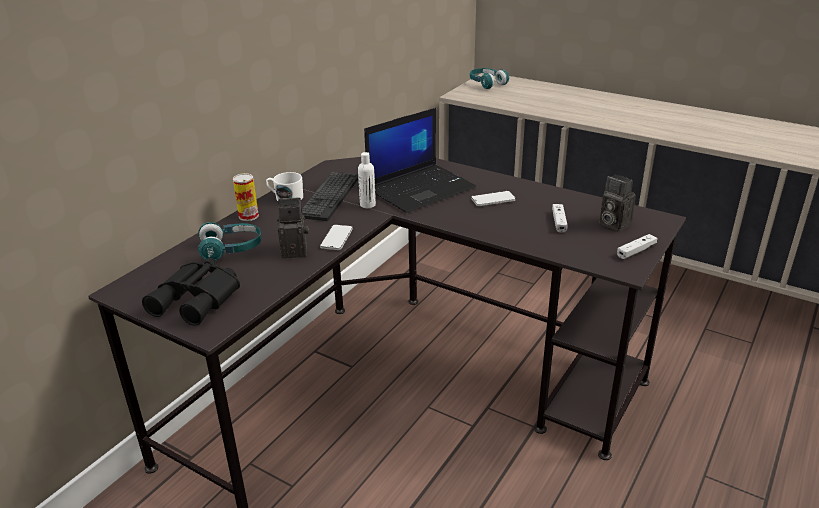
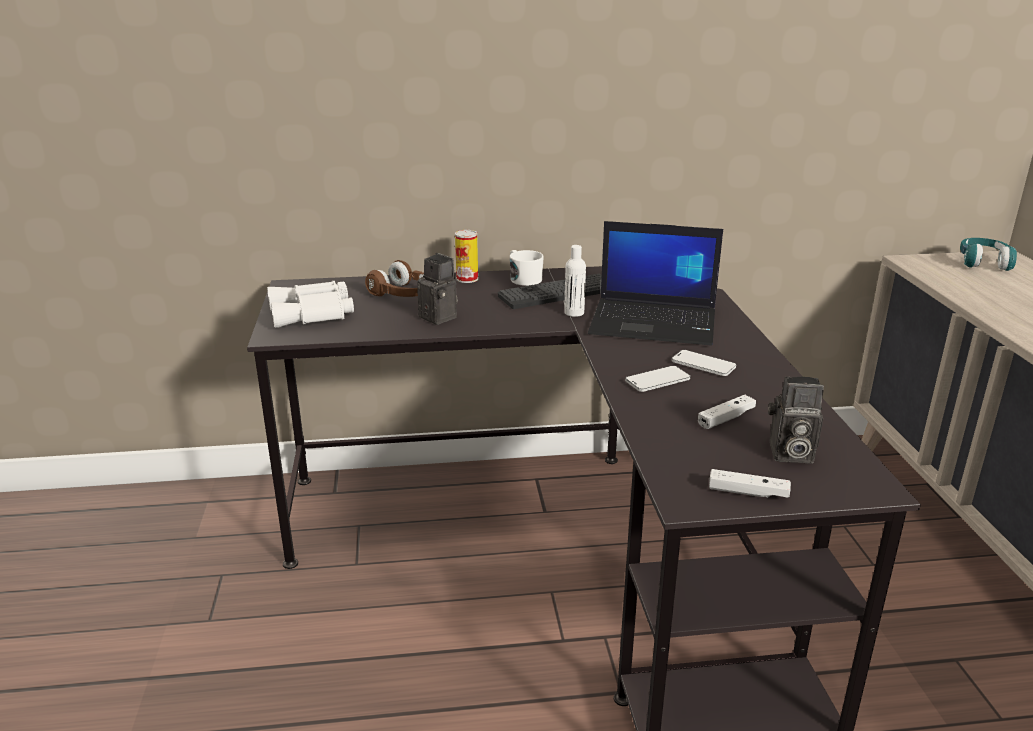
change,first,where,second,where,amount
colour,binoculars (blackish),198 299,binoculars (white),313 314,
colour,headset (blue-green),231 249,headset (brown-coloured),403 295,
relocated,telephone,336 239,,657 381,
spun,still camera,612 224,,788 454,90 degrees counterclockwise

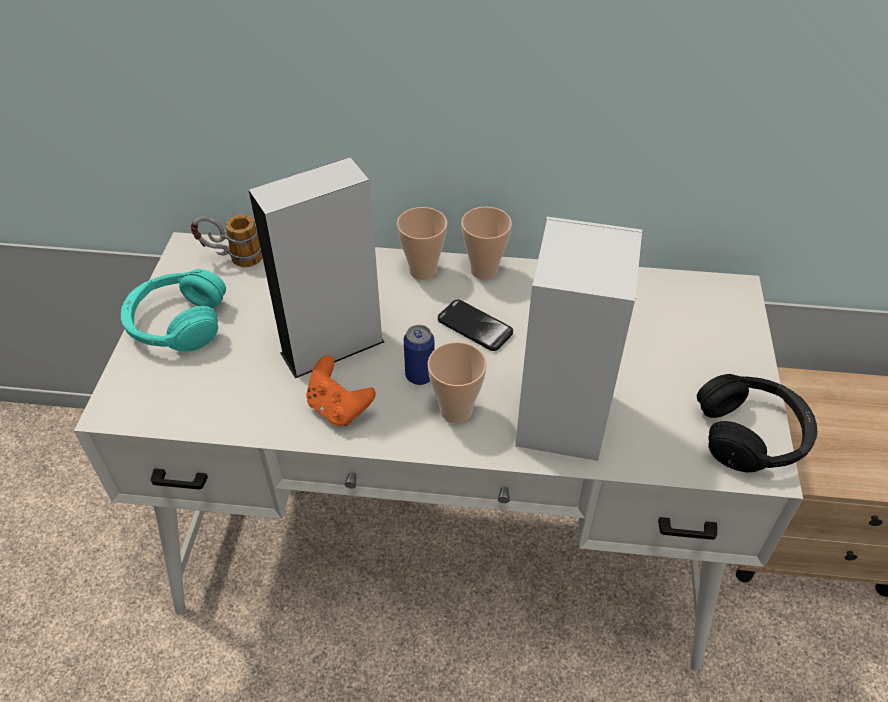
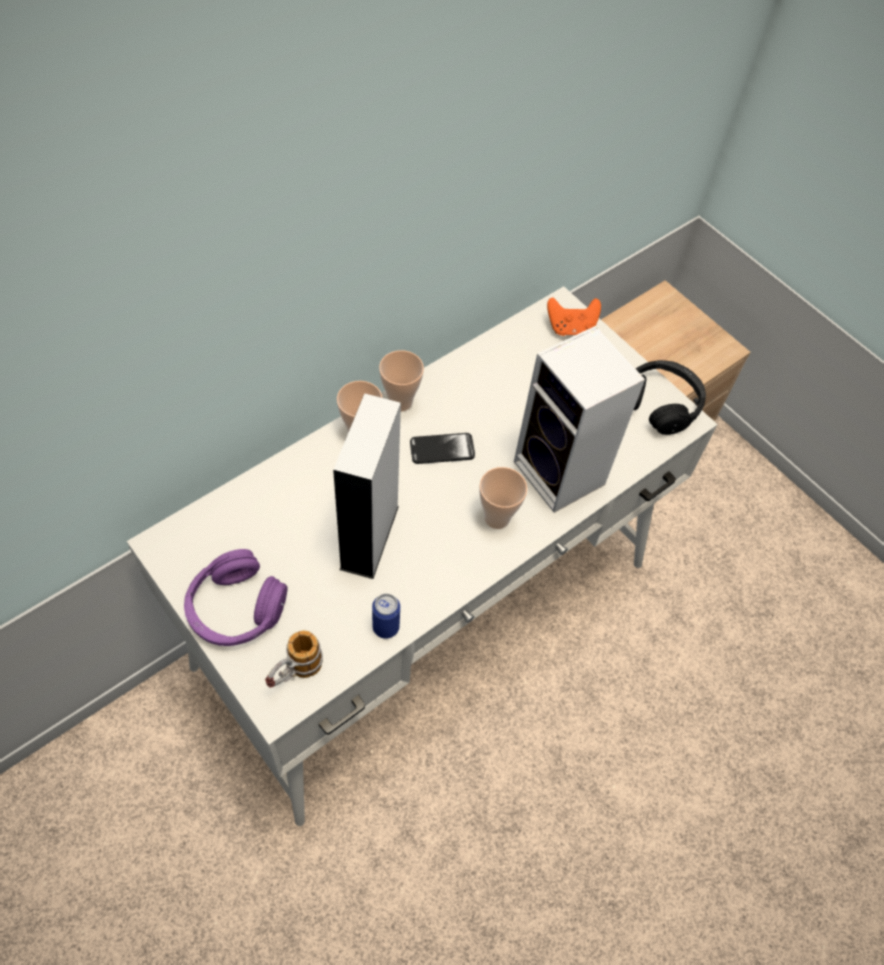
change,first,where,second,where,amount
colour,headset (blue-green),177 323,headset (purple),235 608,
relocated,mug,232 258,,294 674,
relocated,can,420 375,,386 627,
relocated,gamepad (orange),338 408,,570 328,

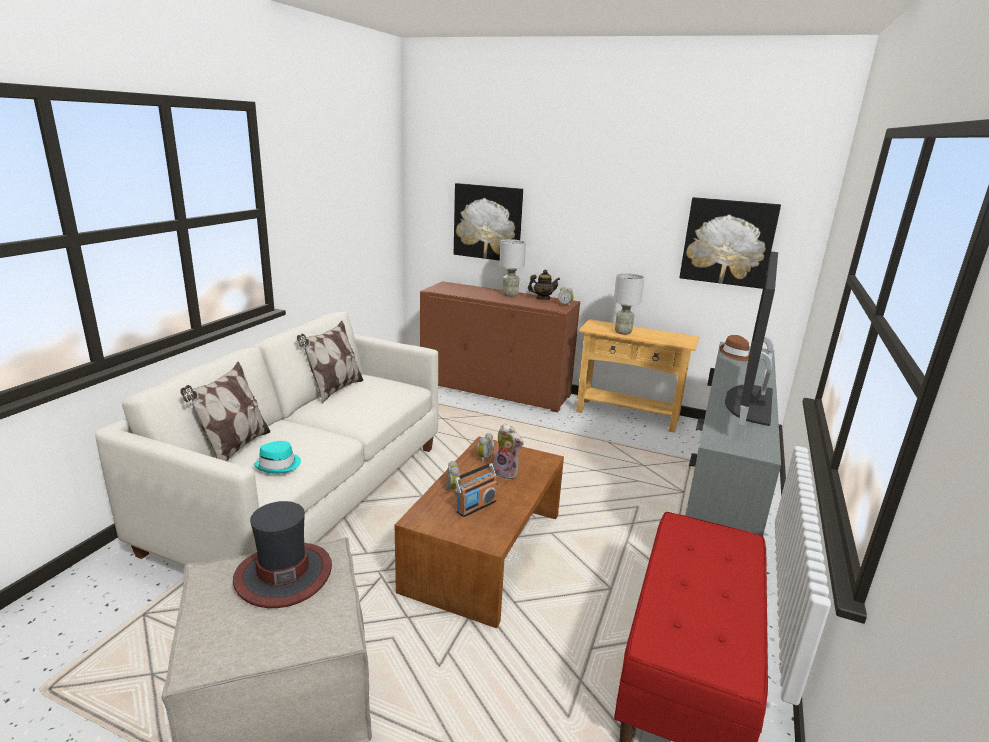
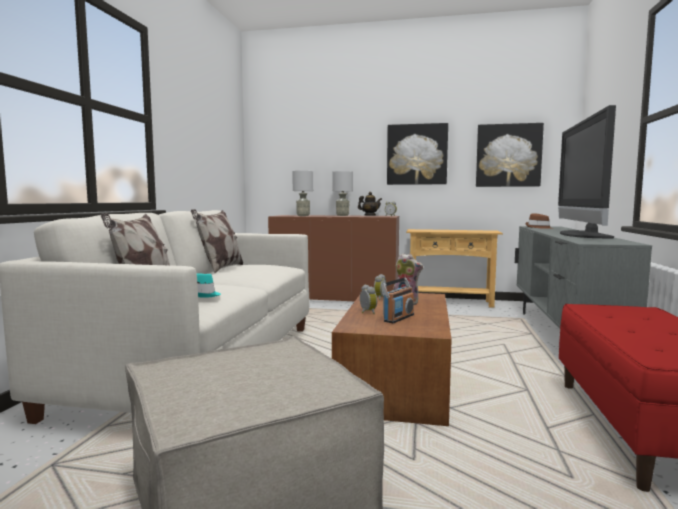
change,first,where,second,where,amount
relocated,table lamp (greyish),623 332,,303 216,
relocated,wall art,488 222,,417 154,
missing,wearable hat,283 574,,,

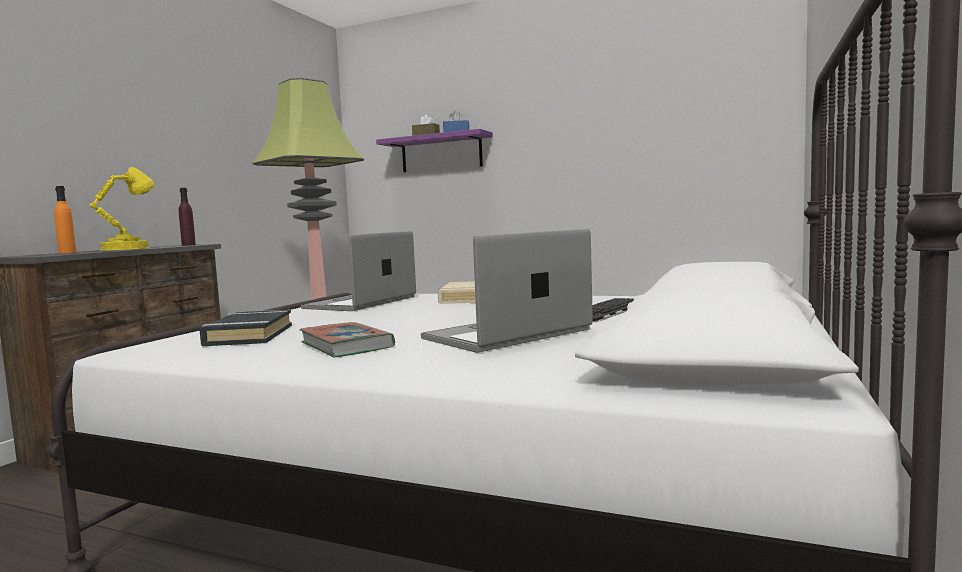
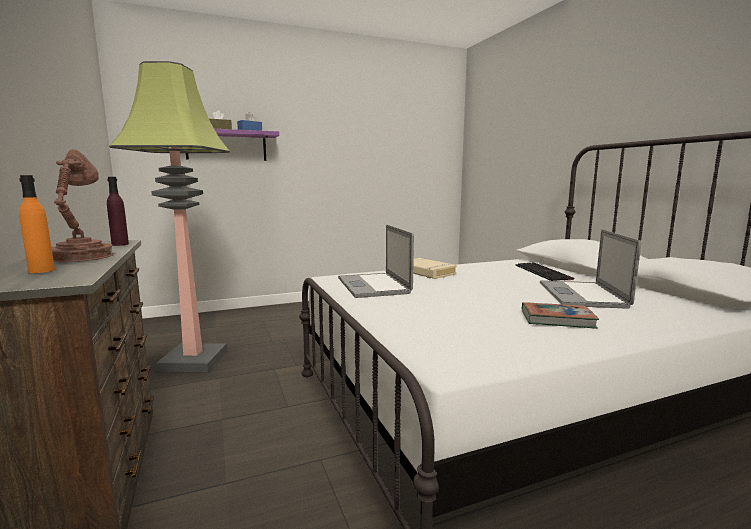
change,first,where,second,where,amount
colour,table lamp (yellow-coloured),129 249,table lamp (brown-coloured),82 256,
missing,book (blackish),249 335,,,

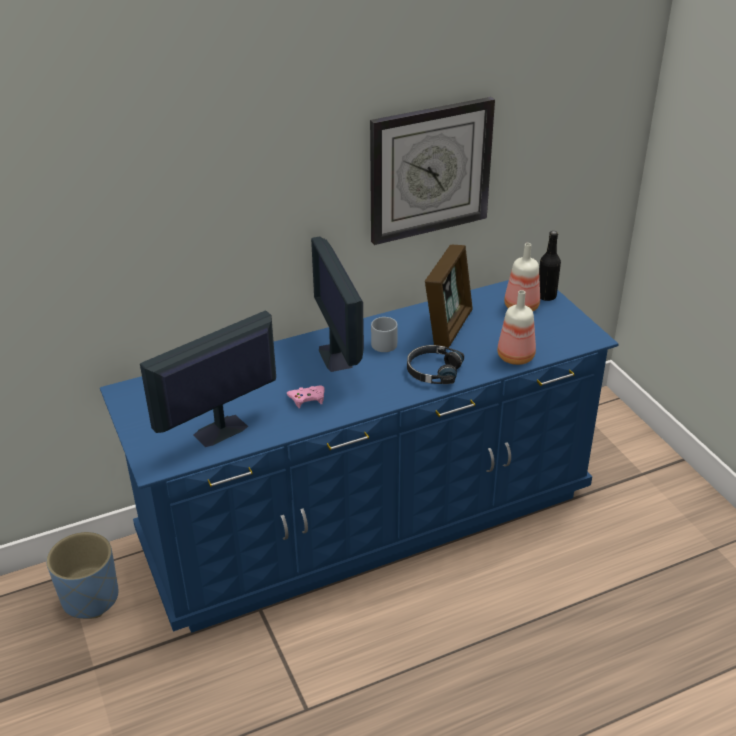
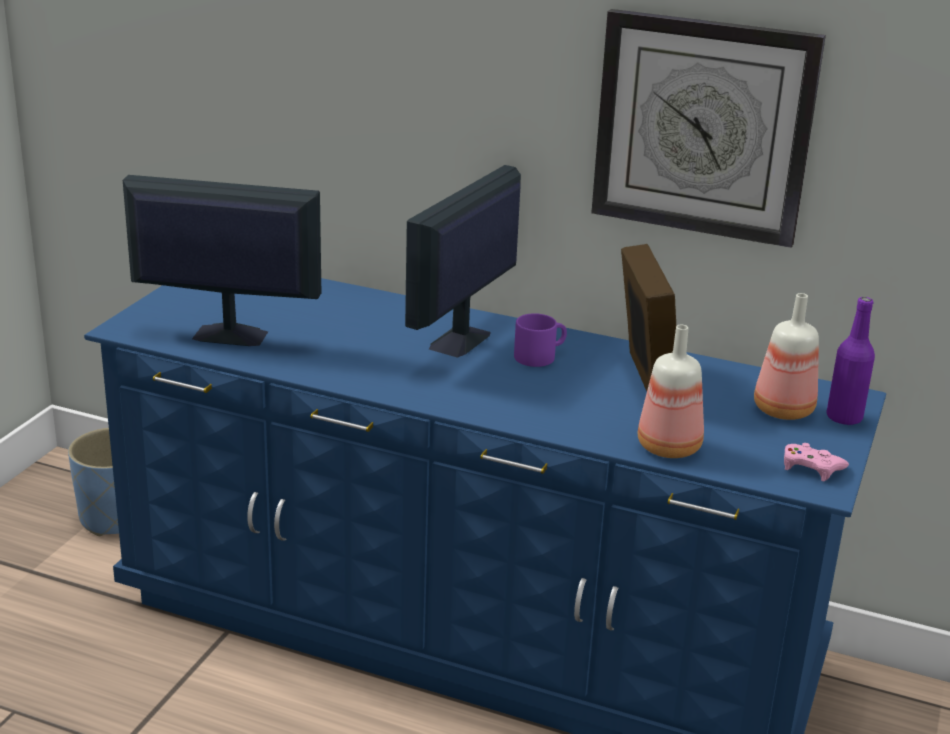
change,first,where,second,where,amount
colour,mug (greyish),384 342,mug (purple),540 356,
spun,picture frame,448 326,,644 380,75 degrees counterclockwise
relocated,gamepad (pink),307 399,,811 467,
colour,beverage bottle (blackish),546 296,beverage bottle (purple),844 418,
missing,headset (blackish),433 371,,,

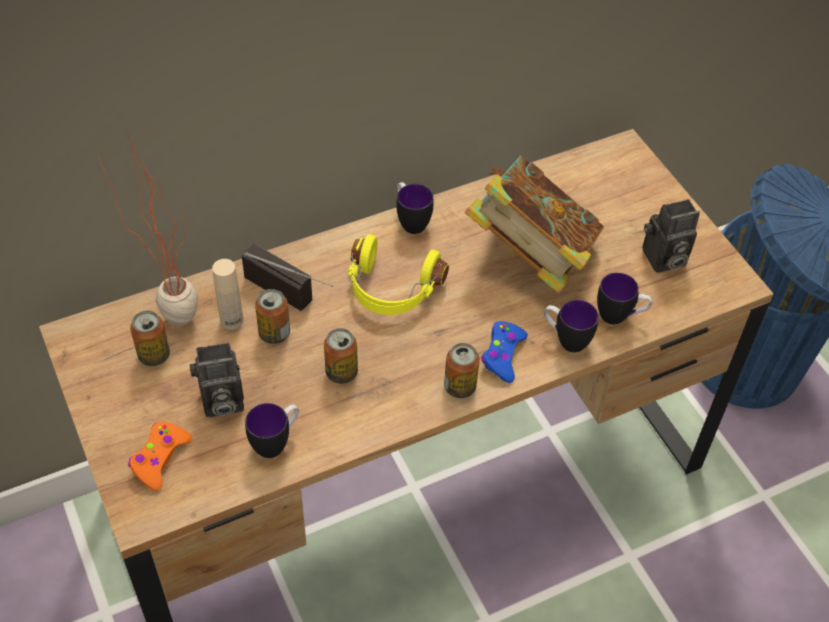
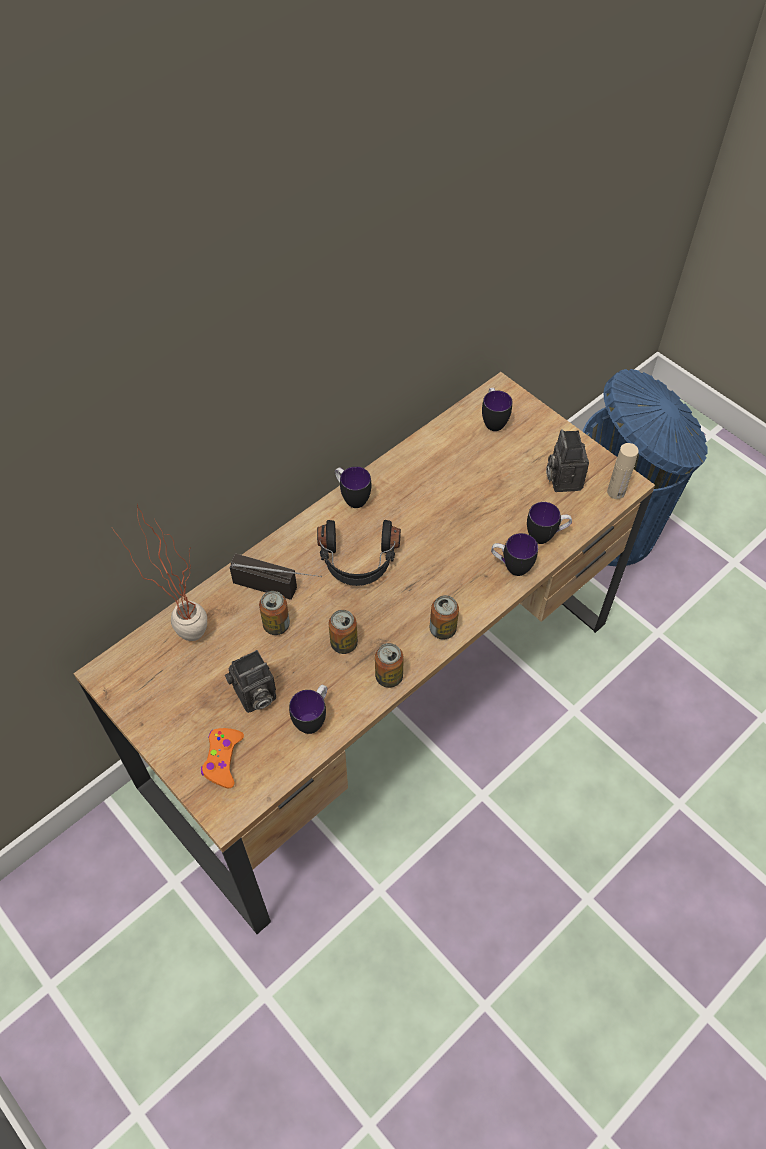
change,first,where,second,where,amount
colour,headset (yellow-coloured),391 289,headset (blackish),358 561,
relocated,can,154 355,,389 676,
appeared,,,mug,493 420,
spun,still camera,663 260,,562 478,120 degrees clockwise
relocated,beverage bottle (sand-coloured),231 320,,616 492,
missing,book,531 255,,,
missing,gamepad (blue),503 355,,,

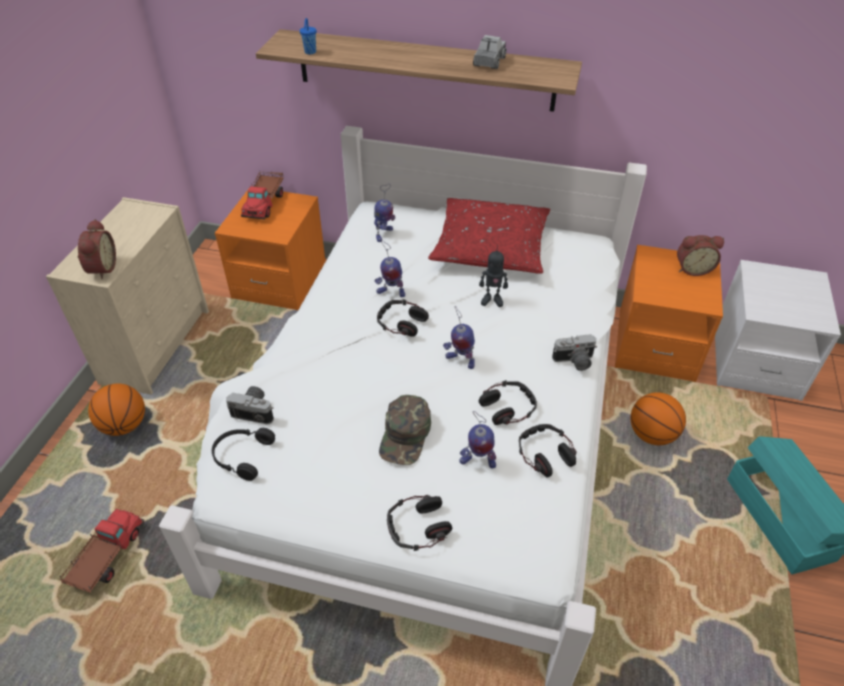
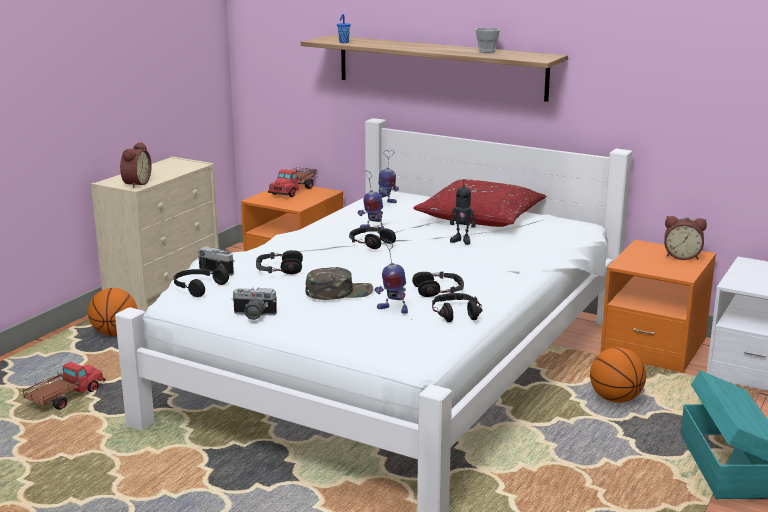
change,first,where,second,where,amount
relocated,still camera,574 362,,253 315,
relocated,headset,418 527,,279 269,
spun,cap (green),406 435,,339 292,135 degrees counterclockwise
exchanged,toy truck,489 62,drinking cup,487 51,
missing,toy robot,460 360,,,

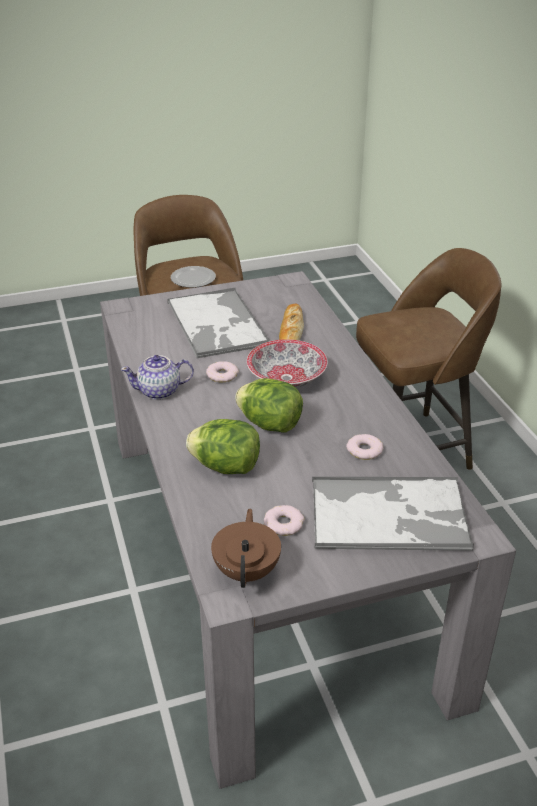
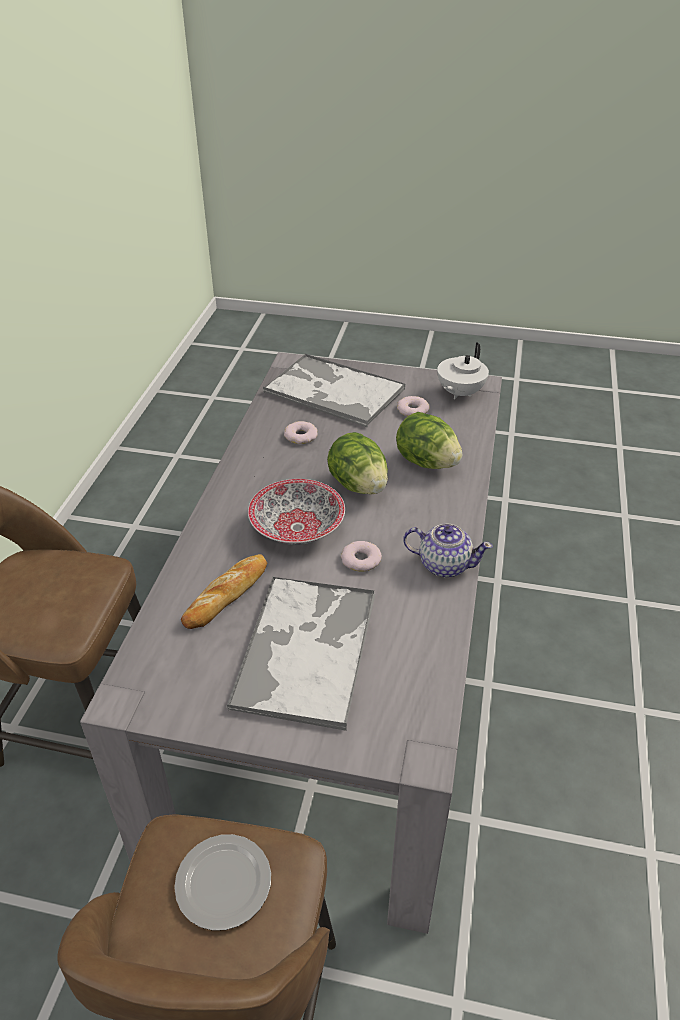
change,first,where,second,where,amount
colour,tea pot (brown-coloured),247 570,tea pot (white),459 393,

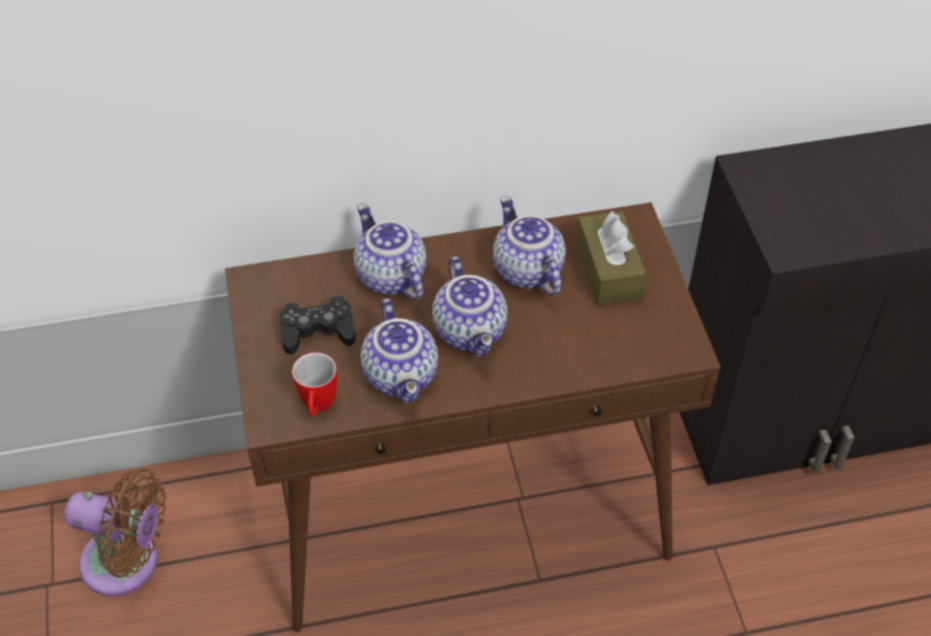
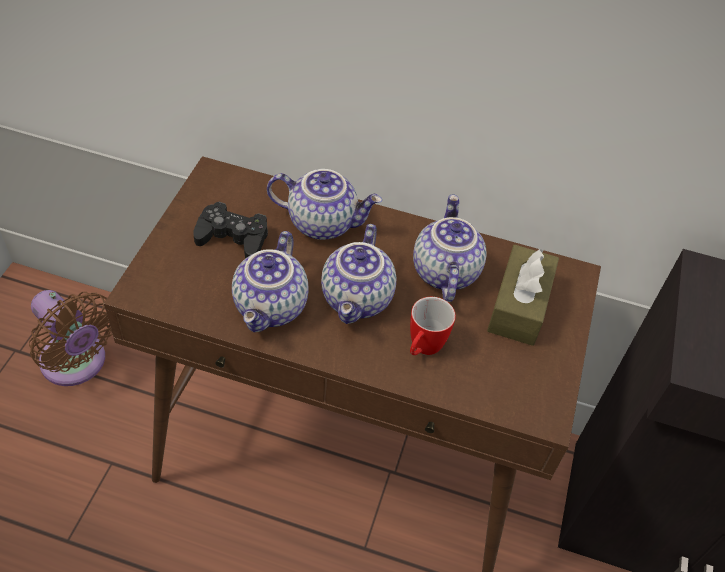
change,first,where,second,where,amount
spun,tea pot,389 277,,323 222,105 degrees clockwise
relocated,mug,317 407,,422 350,

